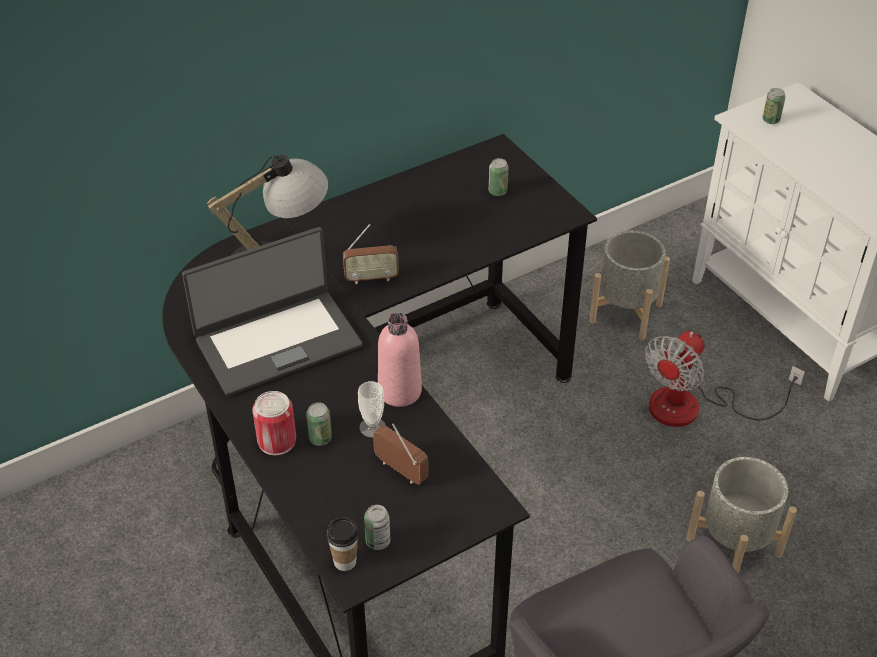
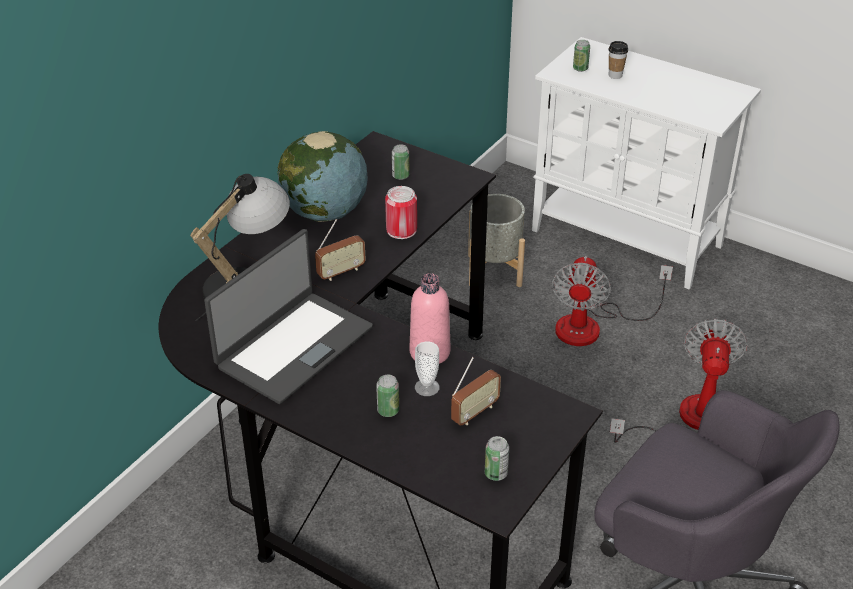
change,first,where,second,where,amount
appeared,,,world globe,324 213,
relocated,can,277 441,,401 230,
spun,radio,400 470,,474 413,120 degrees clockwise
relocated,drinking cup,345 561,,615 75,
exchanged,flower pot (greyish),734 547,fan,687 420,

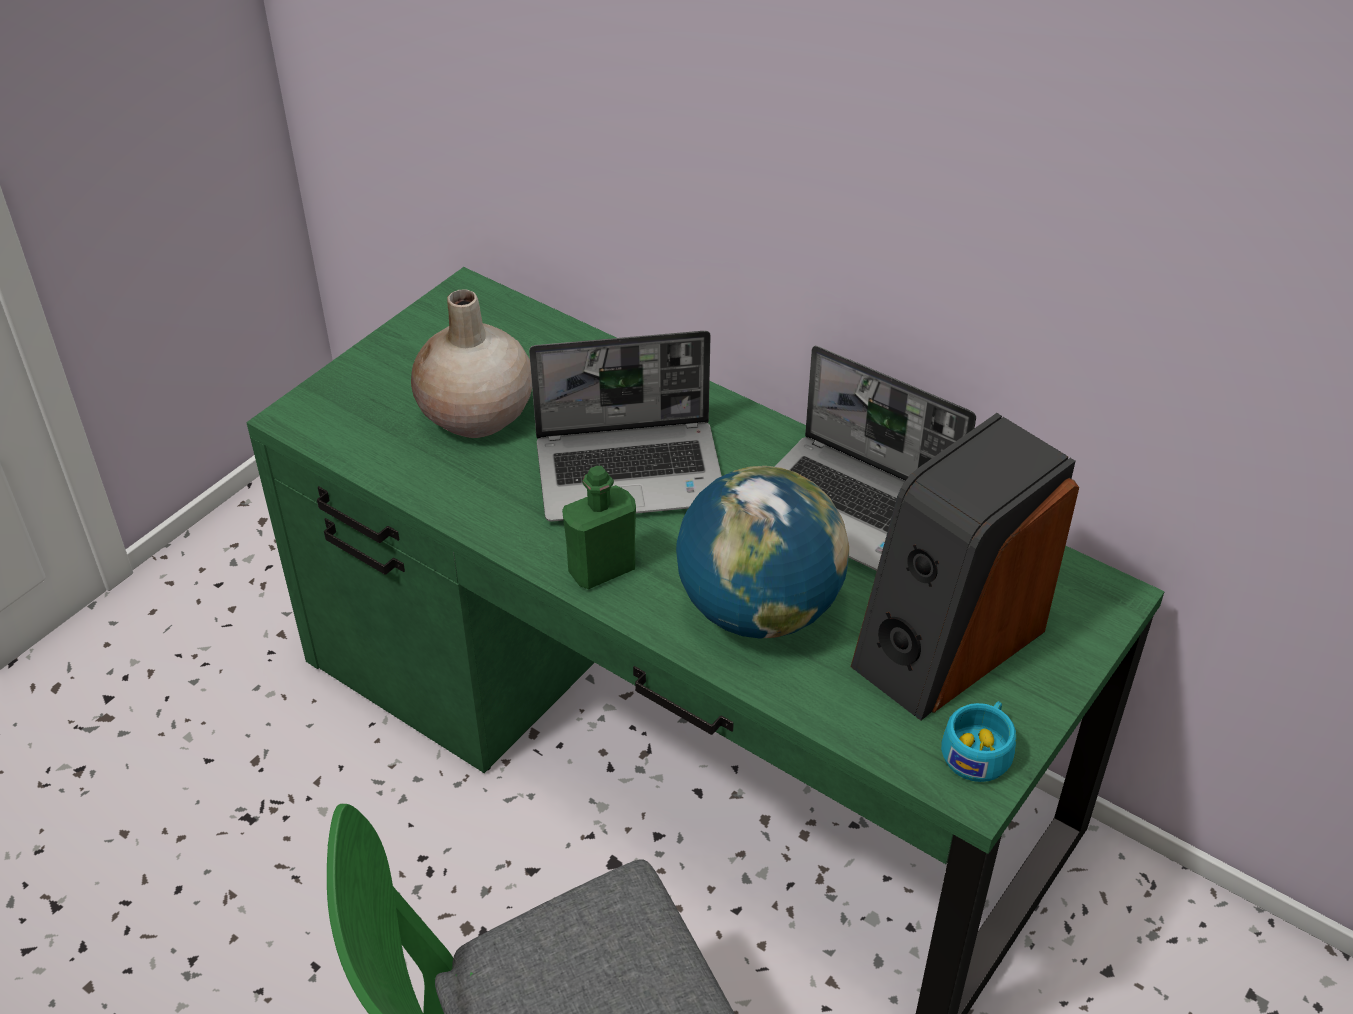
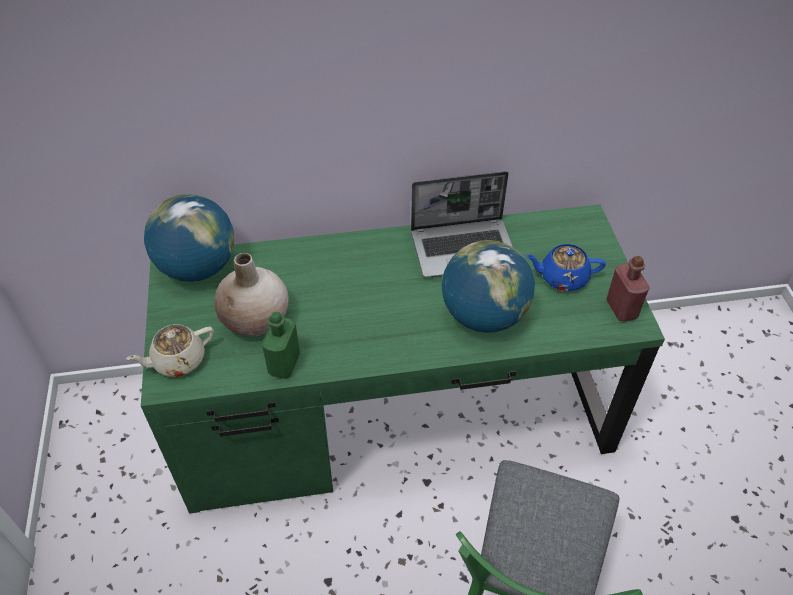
change,first,where,second,where,amount
appeared,,,tea pot (sand-coloured),178 360,
appeared,,,world globe,197 267,
relocated,beverage bottle (green),602 569,,284 364,
exchanged,loudspeaker,946 645,tea pot (blue),562 277,
exchanged,drinking cup (blue-green),979 750,beverage bottle (reddish),621 309,
missing,laptop,632 472,,,

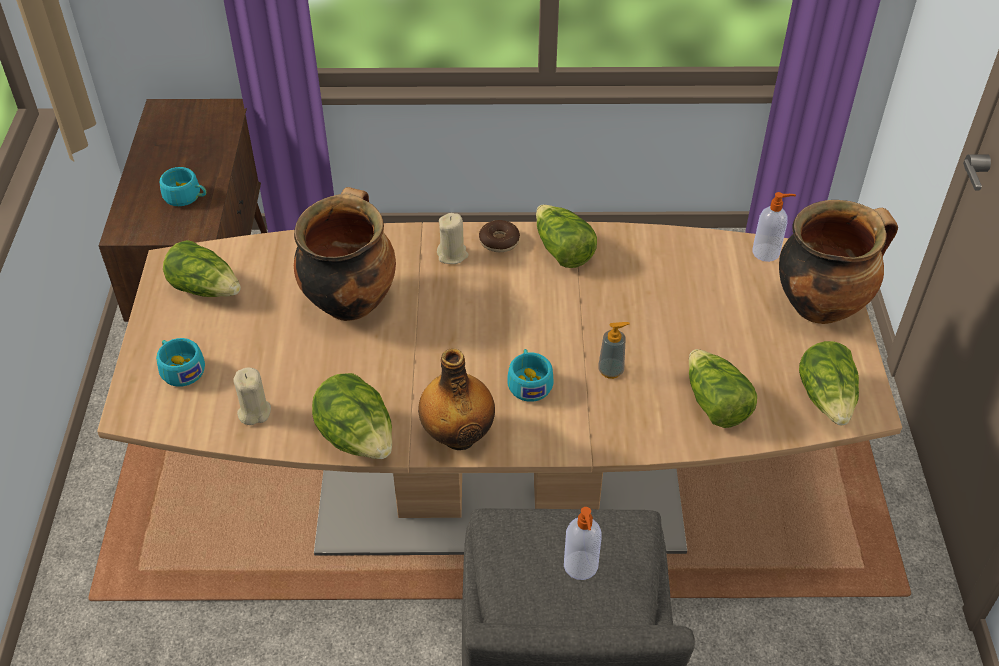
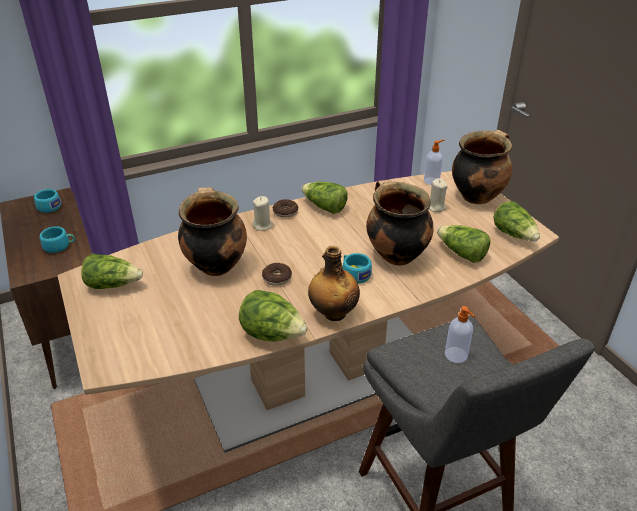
change,first,where,second,where,amount
relocated,drinking cup (blue-green),180 368,,47 207,
appeared,,,doughnut,277 278,
exchanged,soap bottle,611 370,saucepot,395 255,
relocated,wax light (sand-coloured),254 412,,435 207,

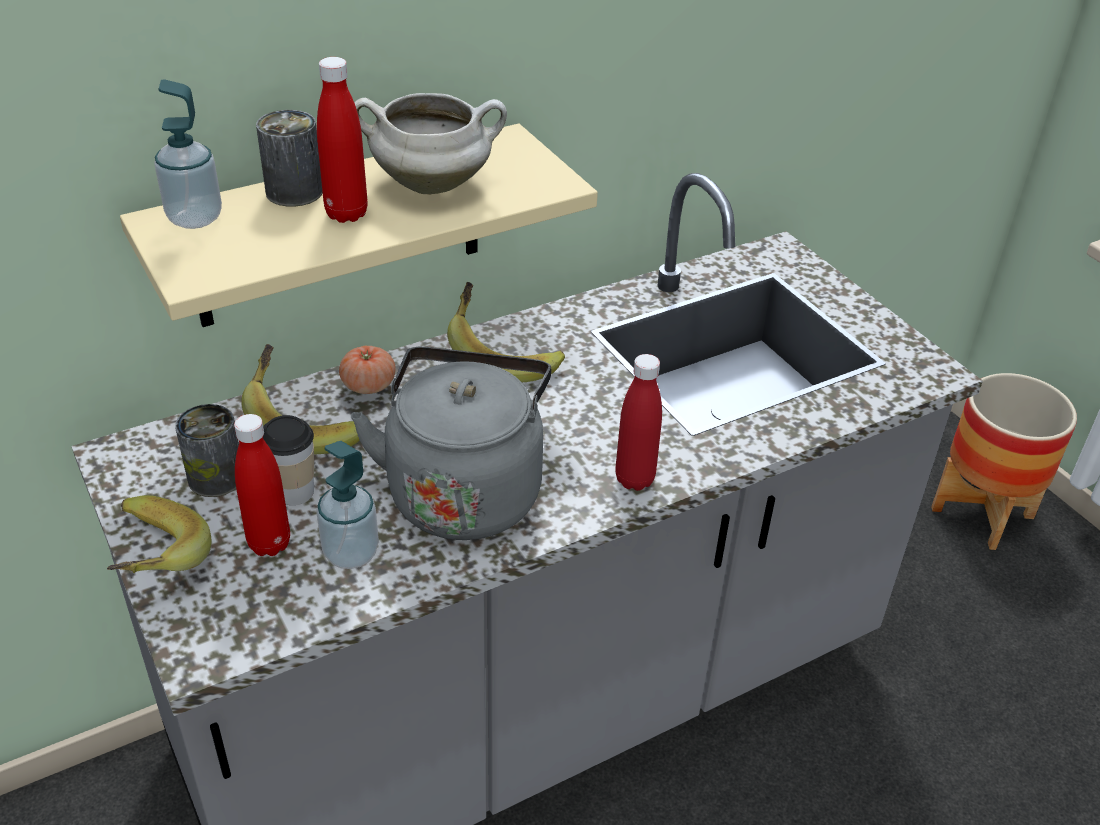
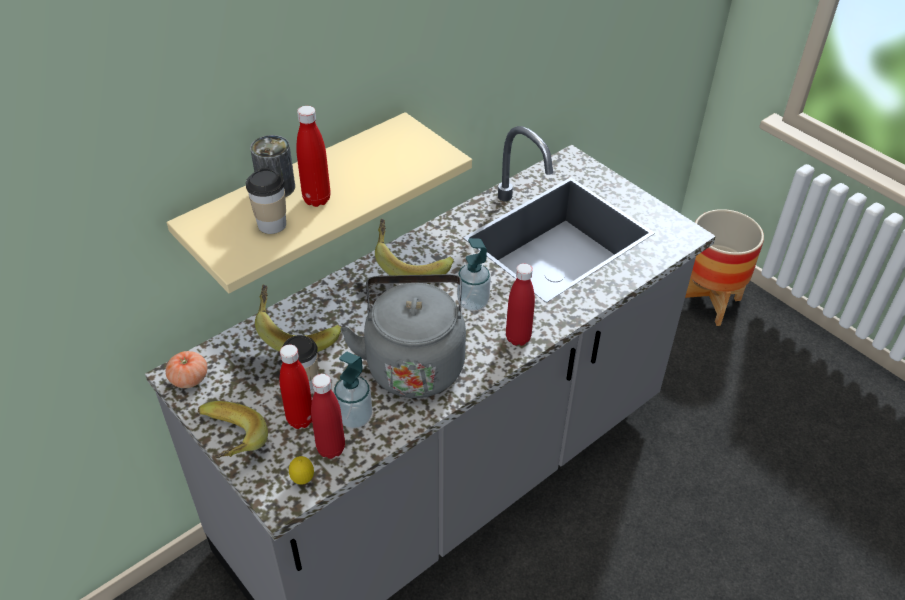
change,first,where,second,where,amount
relocated,fresh tomato,368 385,,189 379,
appeared,,,drinking cup,272 224,
appeared,,,whole lemon,303 480,
appeared,,,beverage bottle (reddish),331 449,
relocated,soap bottle,195 218,,473 302,
missing,can,216 477,,,
missing,saucepot (white),433 184,,,

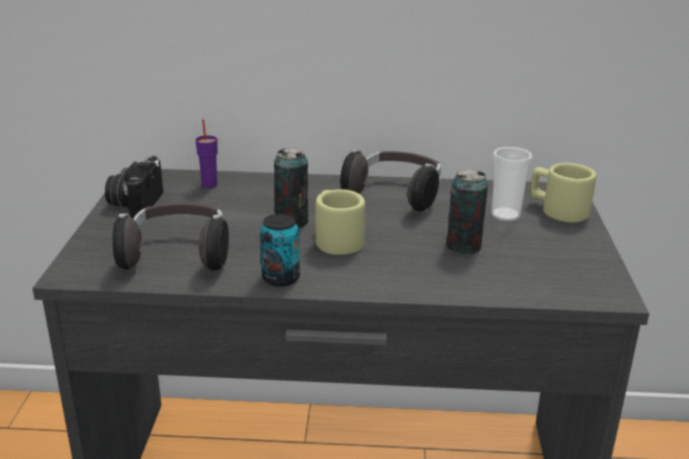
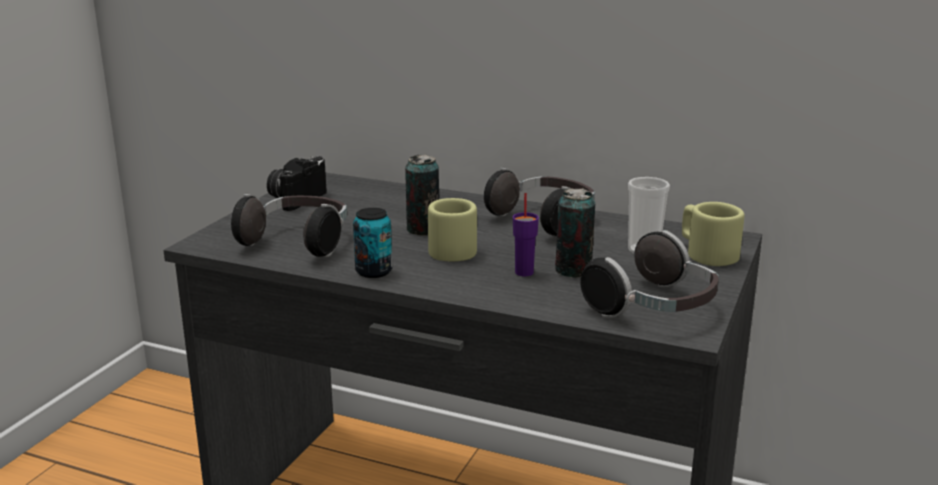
change,first,where,second,where,amount
relocated,drinking cup (purple),209 185,,524 272,
appeared,,,headset,655 308,

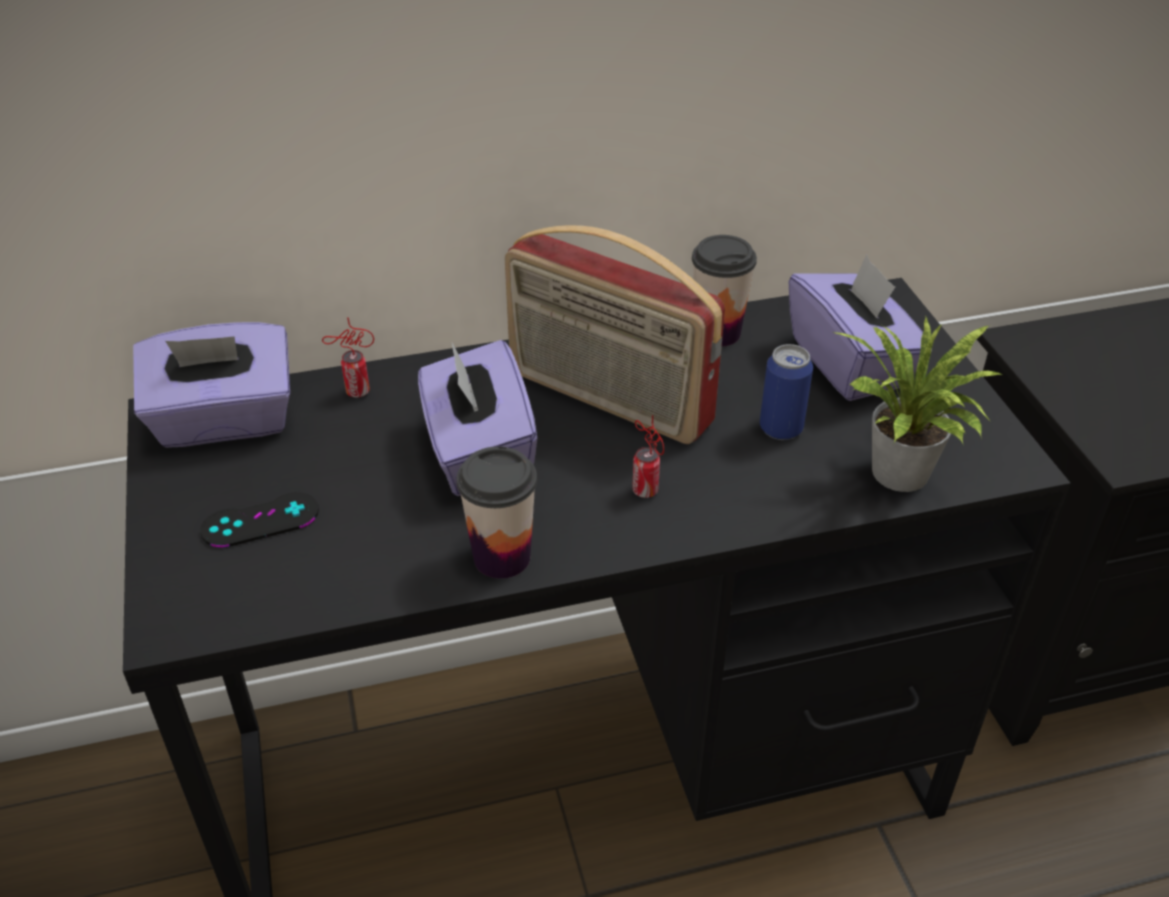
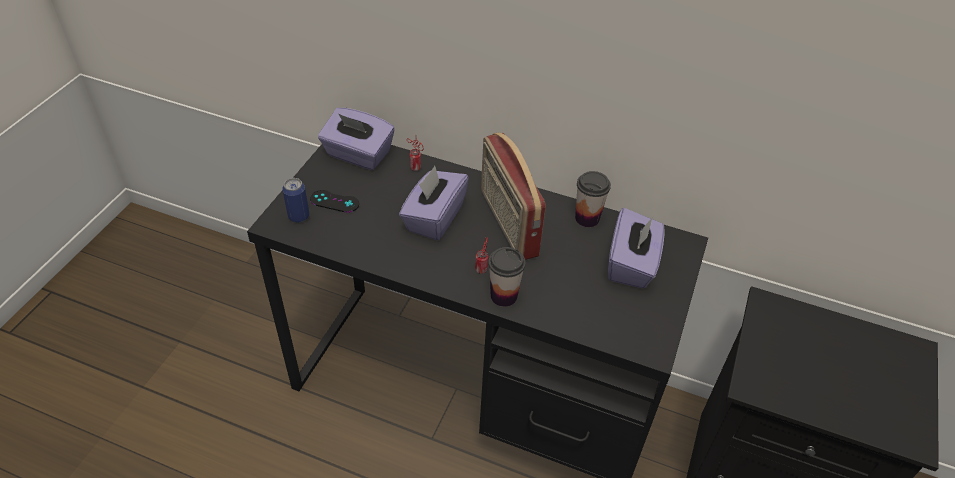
change,first,where,second,where,amount
relocated,can,781 428,,299 216,
relocated,drinking cup,502 557,,503 296,
missing,potted plant,900 478,,,

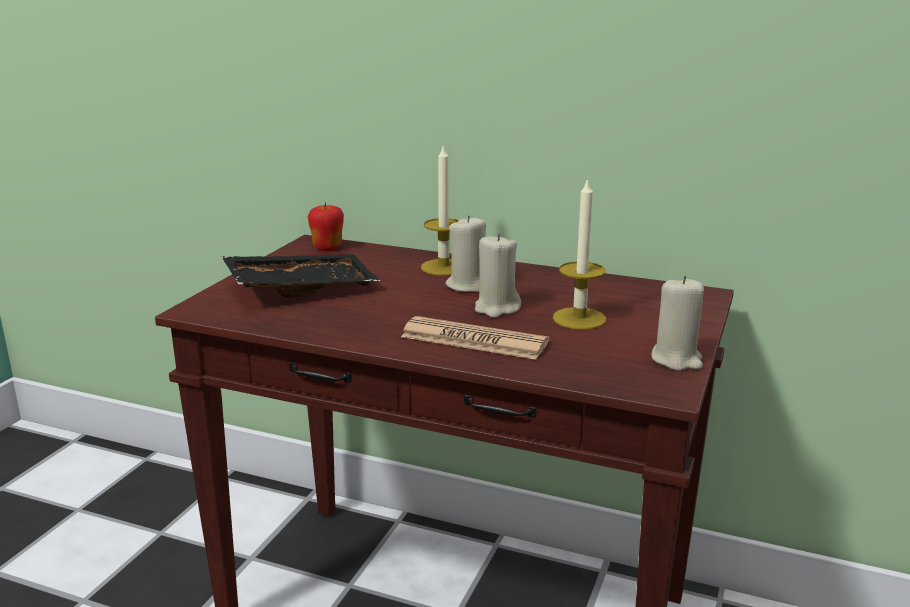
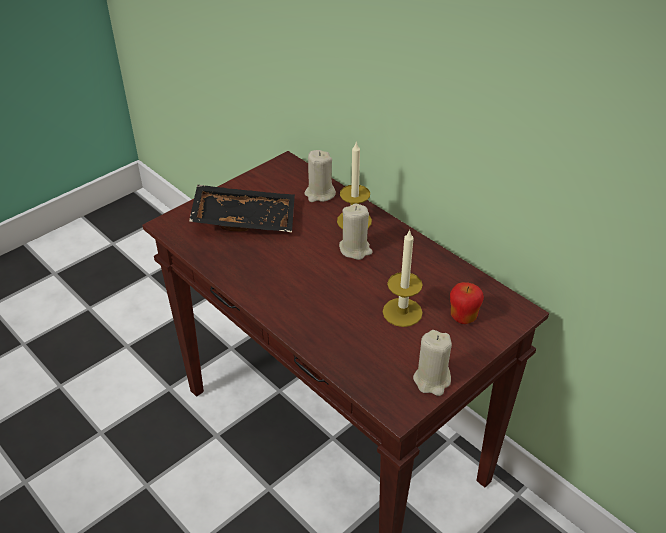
change,first,where,second,where,amount
relocated,wax light (sand-coloured),496 308,,319 194,
relocated,whole apple,327 248,,463 317,
missing,newspaper,474 340,,,

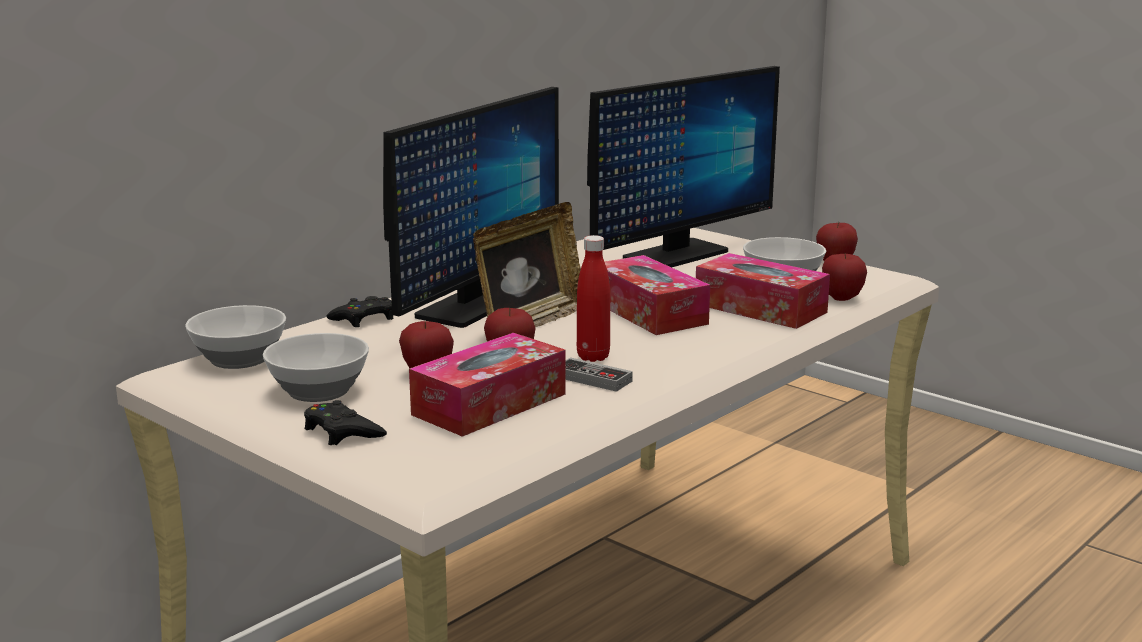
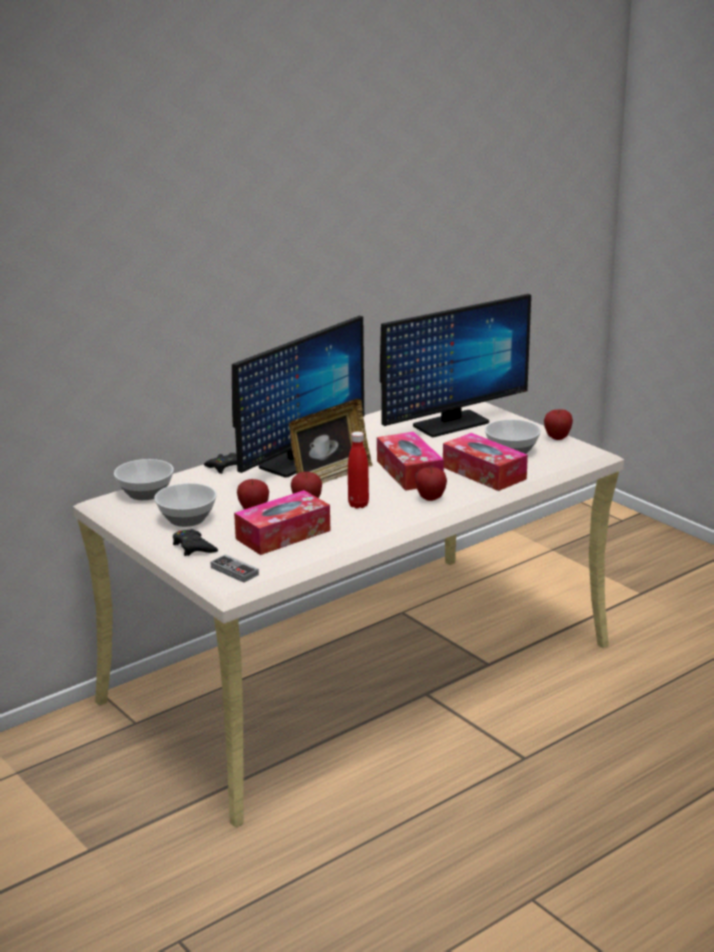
change,first,where,second,where,amount
relocated,gamepad,593 379,,234 571,
relocated,whole apple,842 298,,430 498,

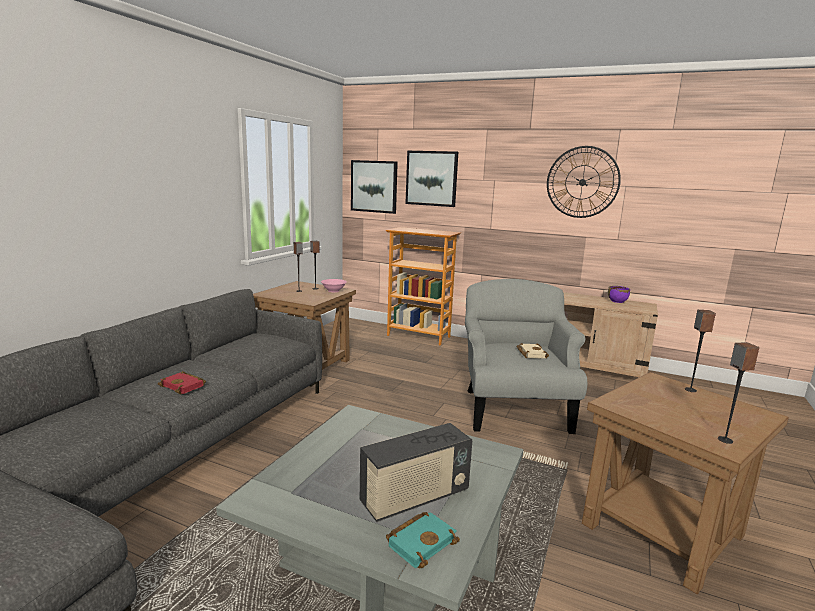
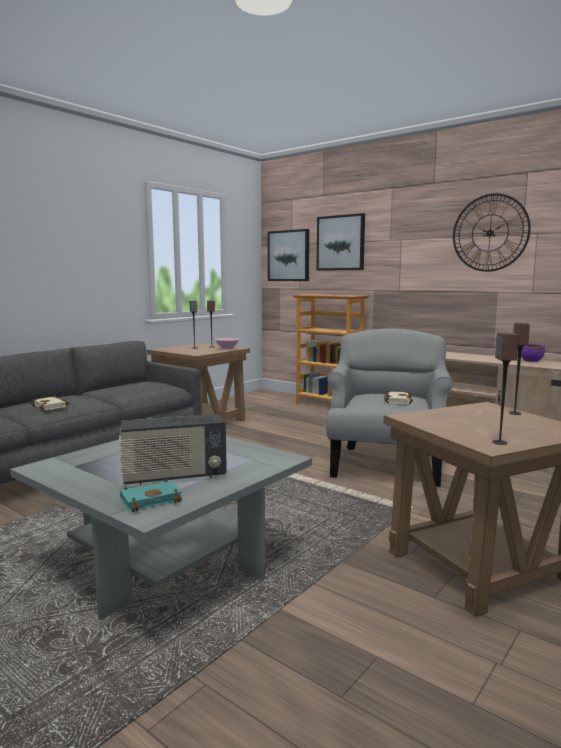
change,first,where,second,where,amount
colour,book (reddish),184 386,book (sand-coloured),51 406,

